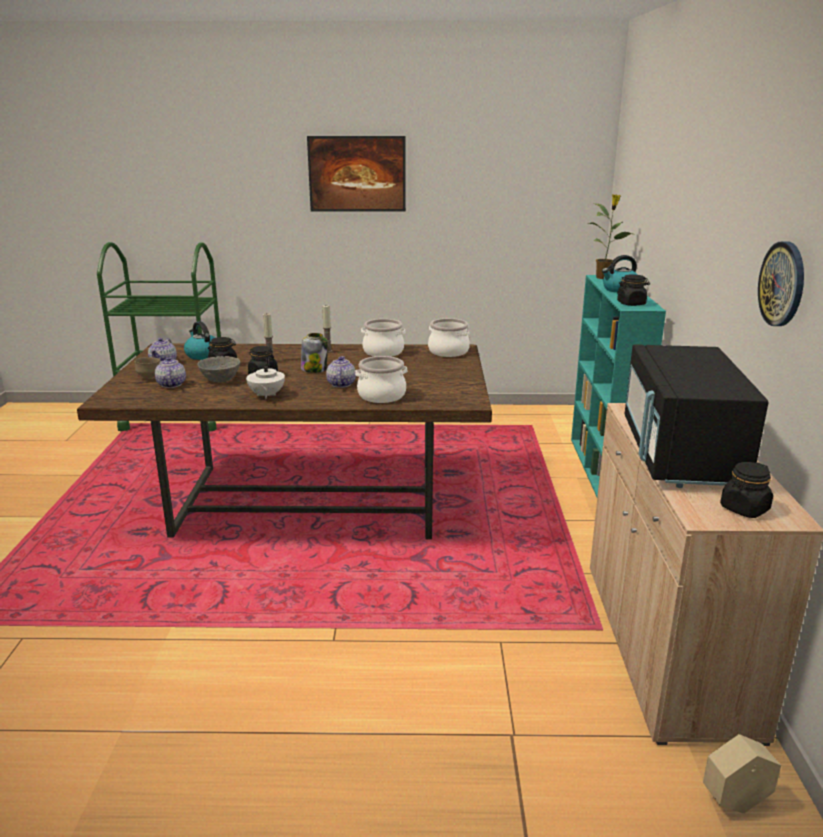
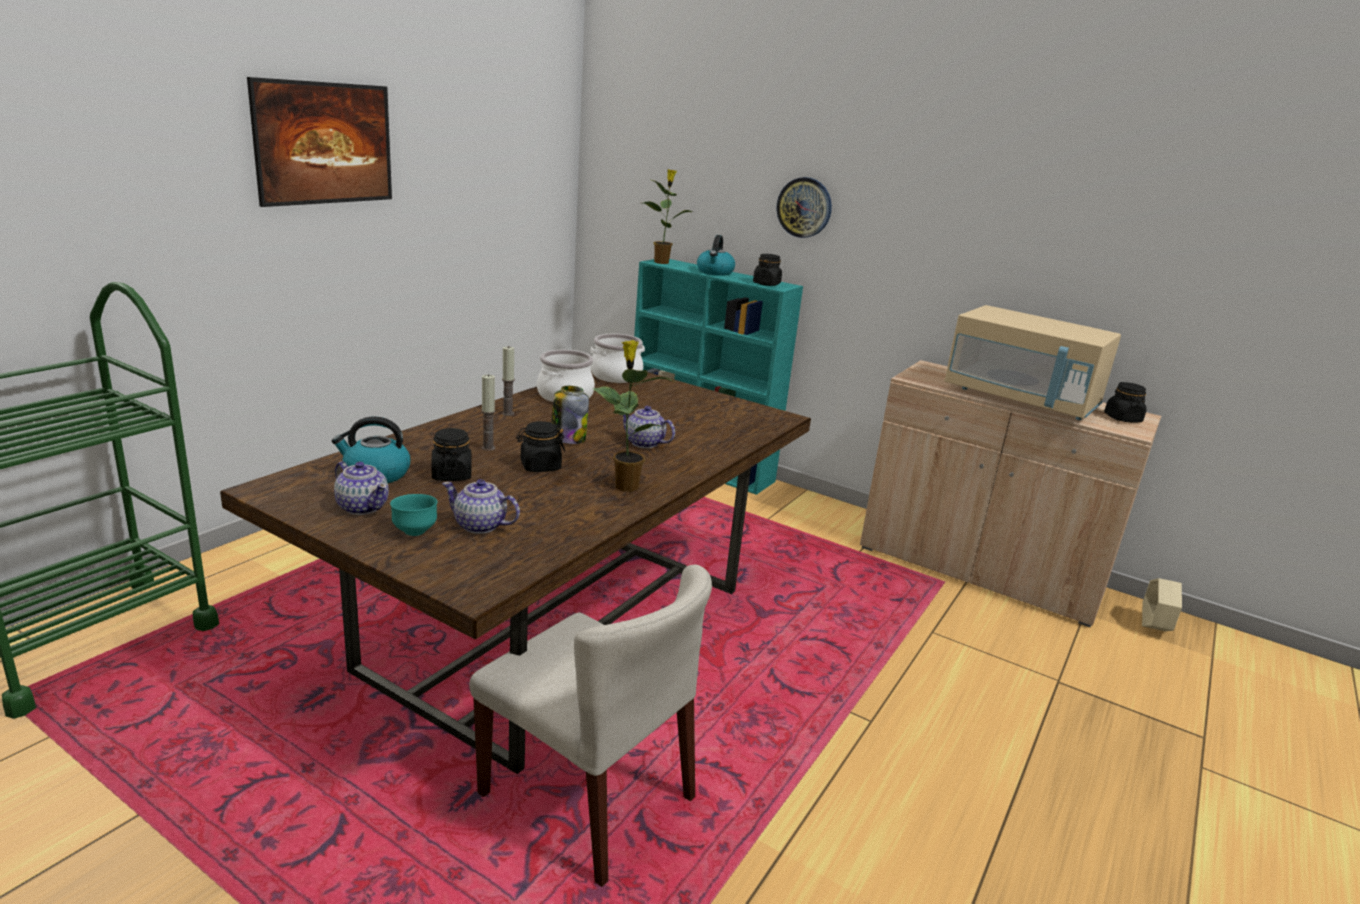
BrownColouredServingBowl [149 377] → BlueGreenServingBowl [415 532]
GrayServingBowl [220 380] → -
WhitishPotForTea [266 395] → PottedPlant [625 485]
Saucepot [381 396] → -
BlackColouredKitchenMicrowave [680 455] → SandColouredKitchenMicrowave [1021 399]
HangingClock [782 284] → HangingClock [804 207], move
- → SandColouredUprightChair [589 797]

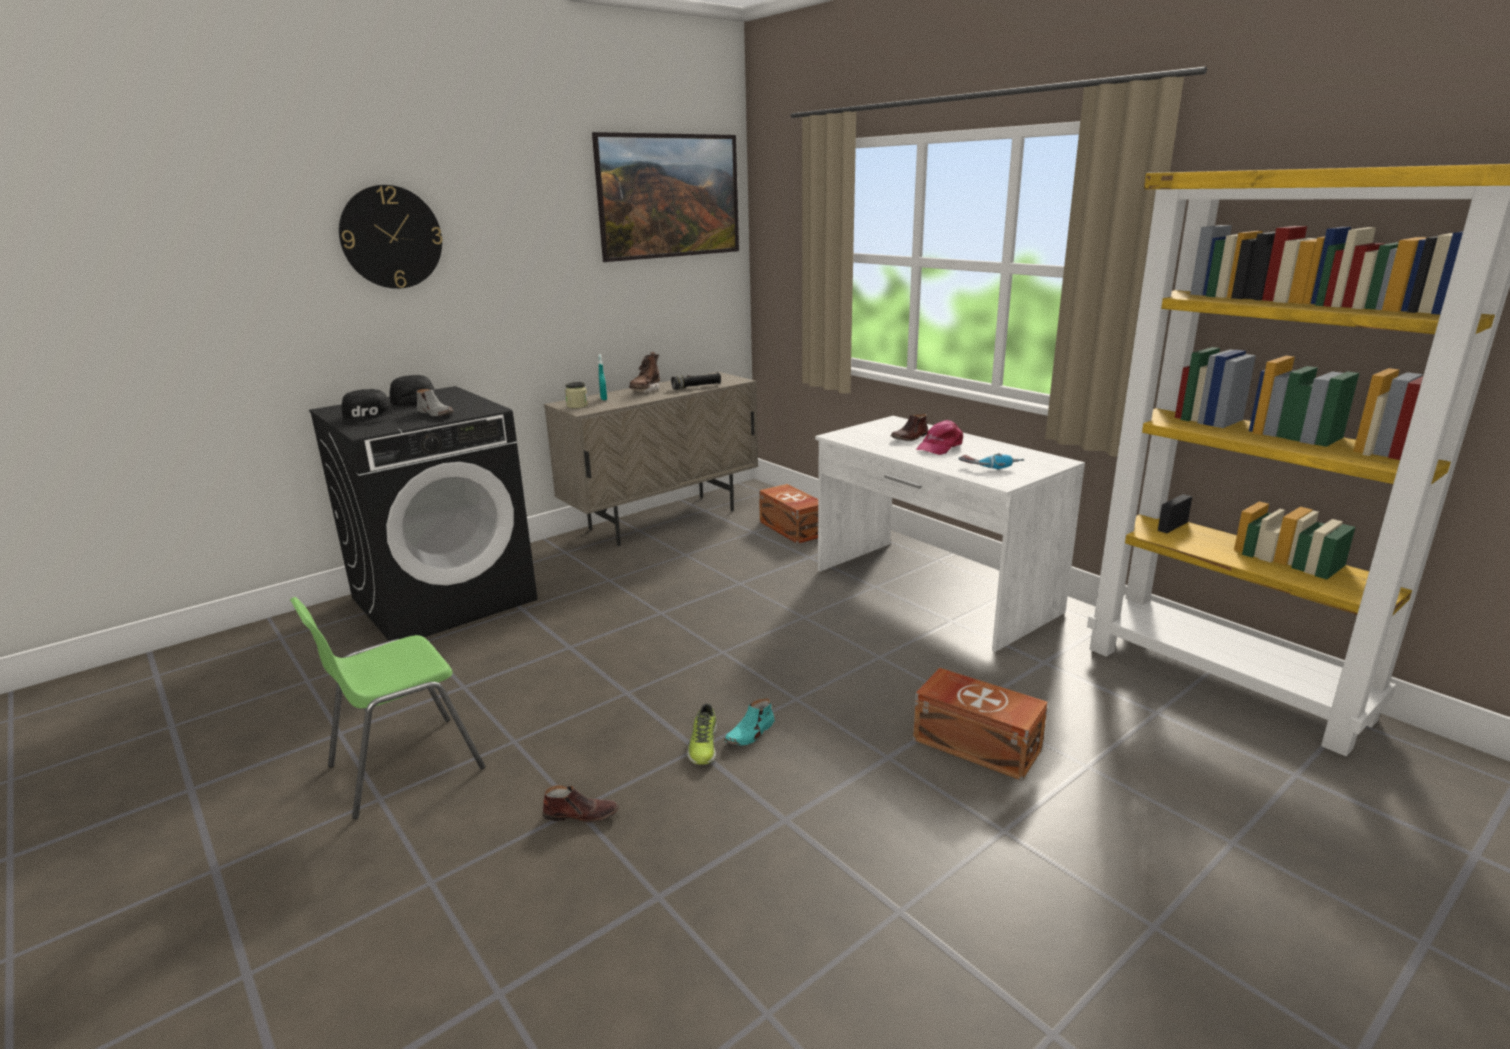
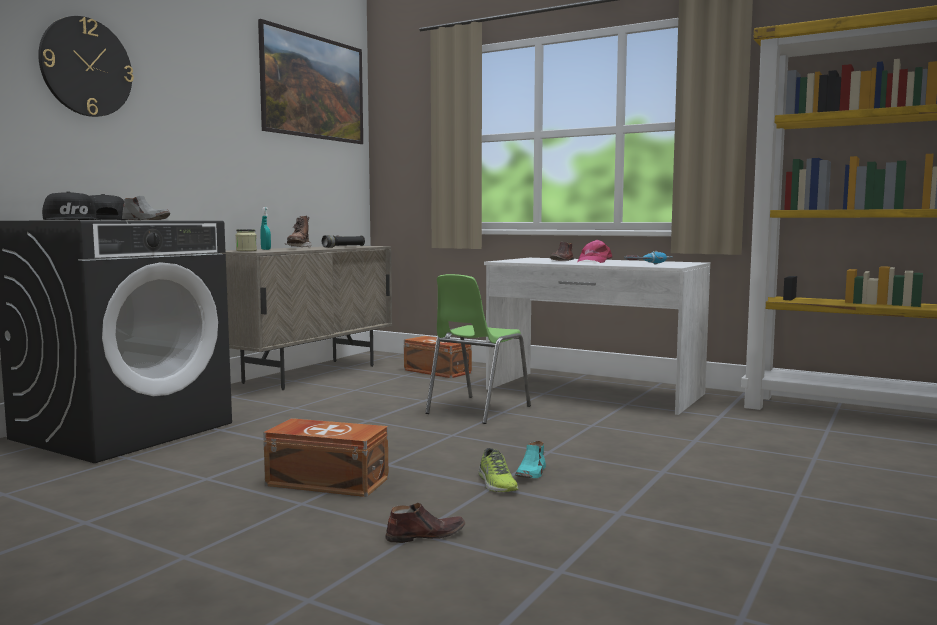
GreenishUprightChair [404 766] → GreenishUprightChair [476 410], move
BrownColouredStorageBin [975 743] → BrownColouredStorageBin [326 481], move

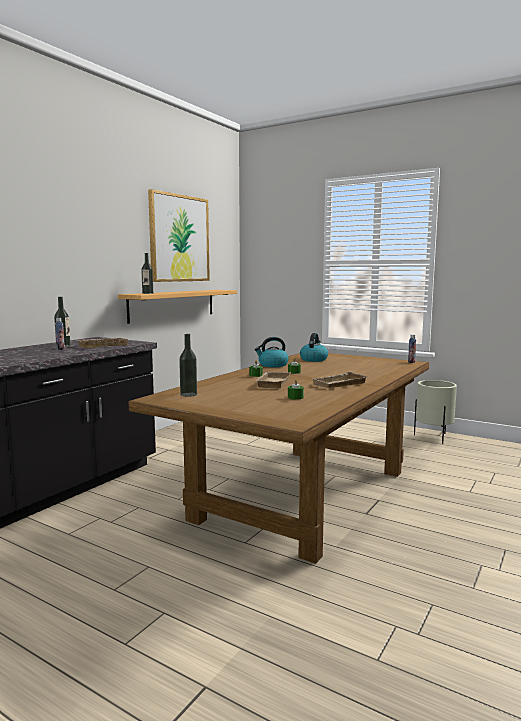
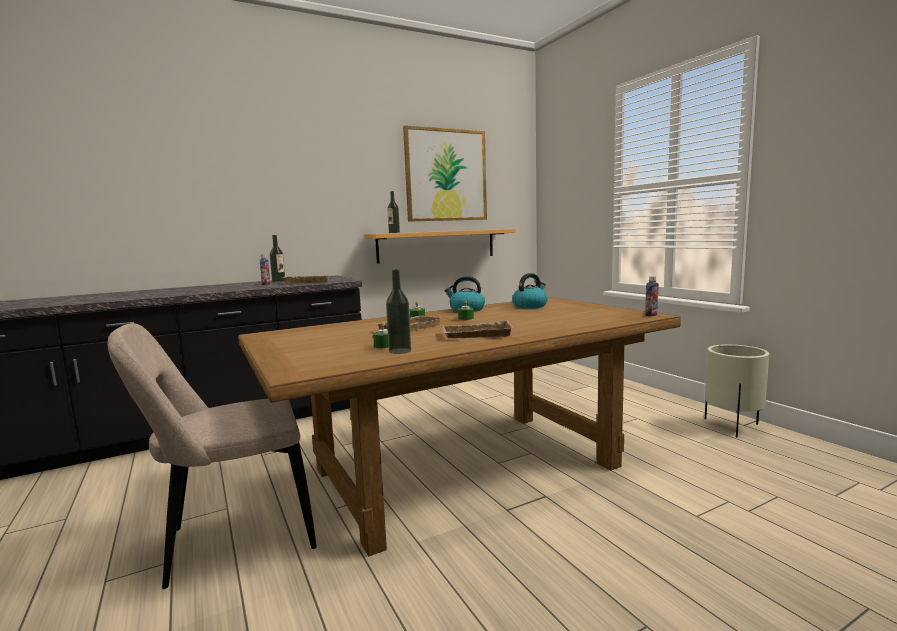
Bottle [188 394] → Bottle [400 351], move
- → SandColouredUprightChair [233 540]

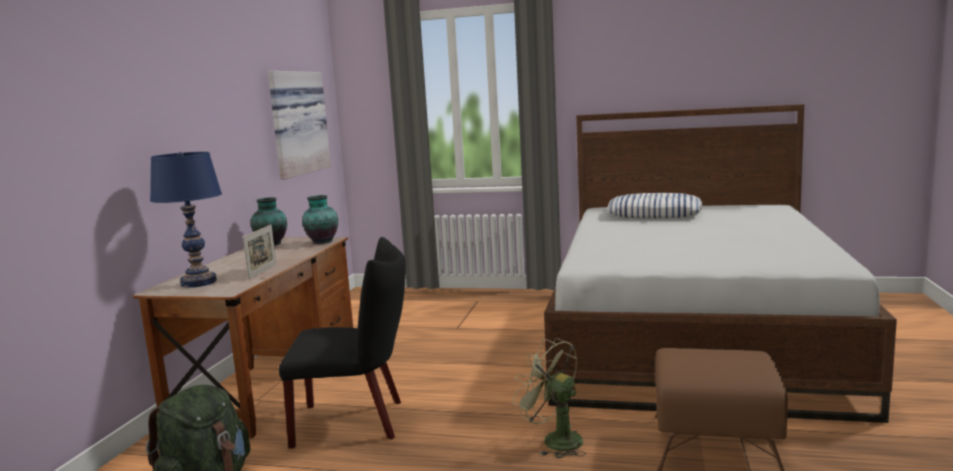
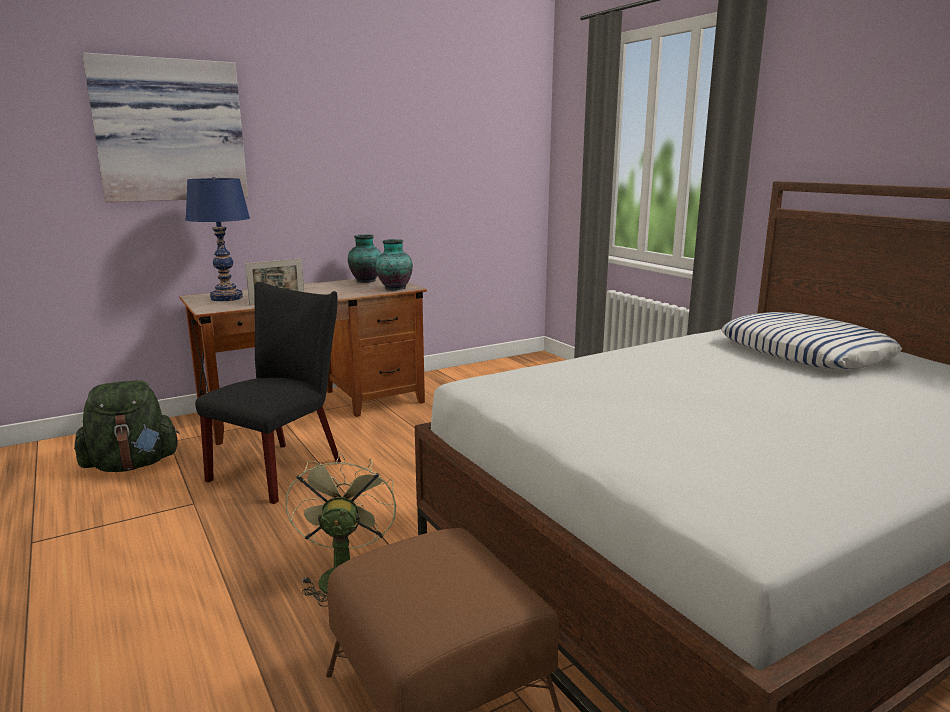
WallArt [296 123] → WallArt [170 131], move
BlackColouredUprightChair [356 422] → BlackColouredUprightChair [283 468], 105 degrees counterclockwise

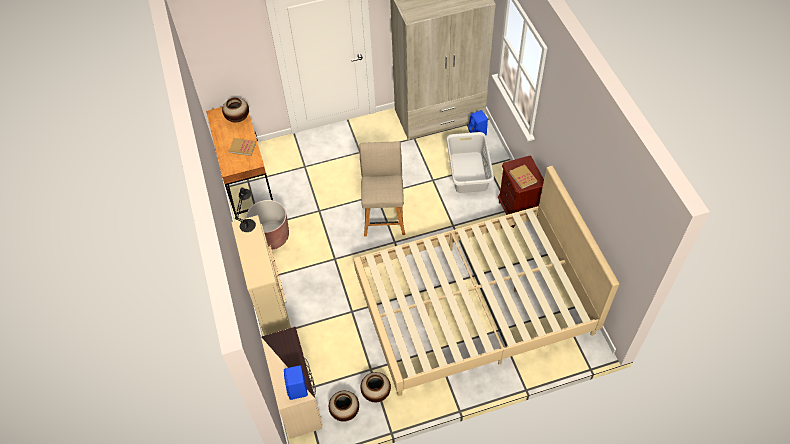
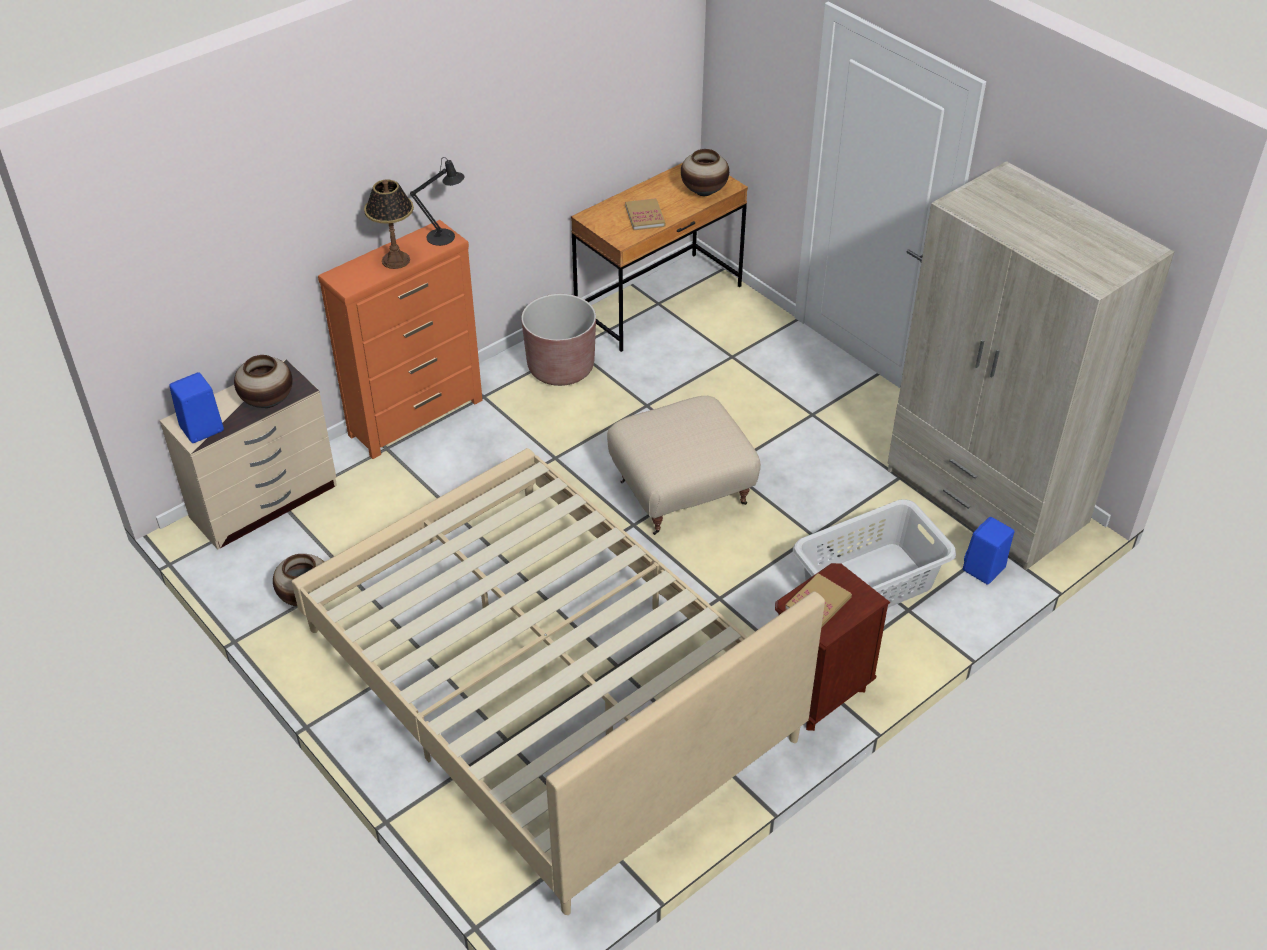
SandColouredDresser [272 310] → OrangeColouredDresser [417 417]
FlowerVase [345 411] → FlowerVase [268 401], move
SandColouredUprightChair [384 216] → SandColouredPouffe [683 492]
- → LampForATable [396 260]

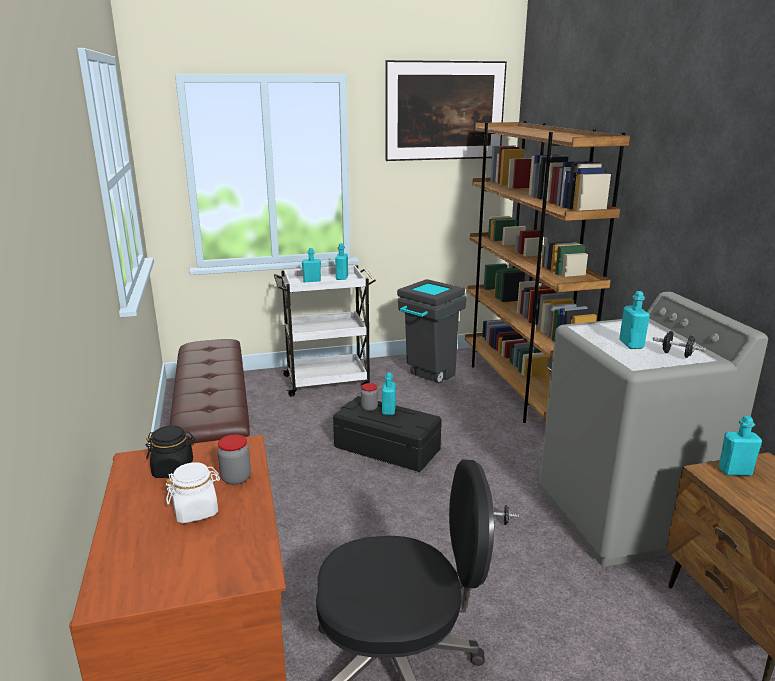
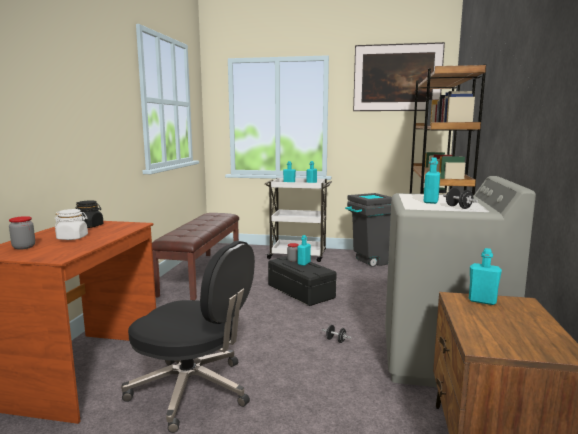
StorageJar [236 478] → StorageJar [24 247], move

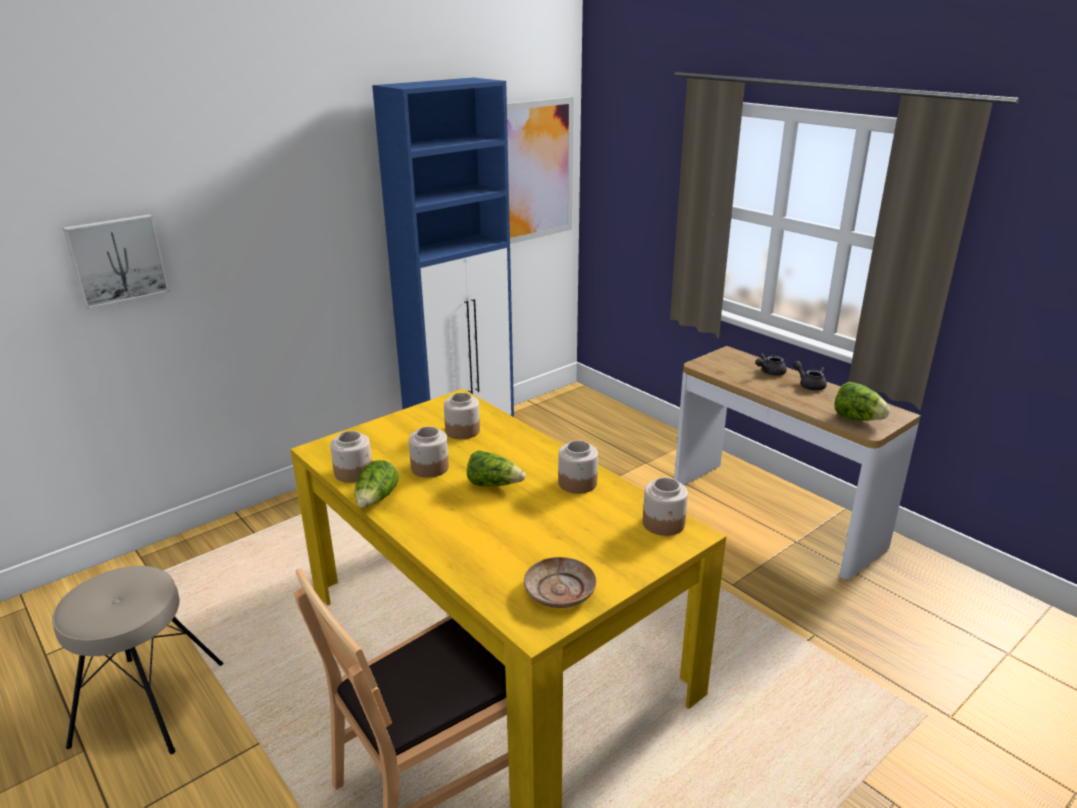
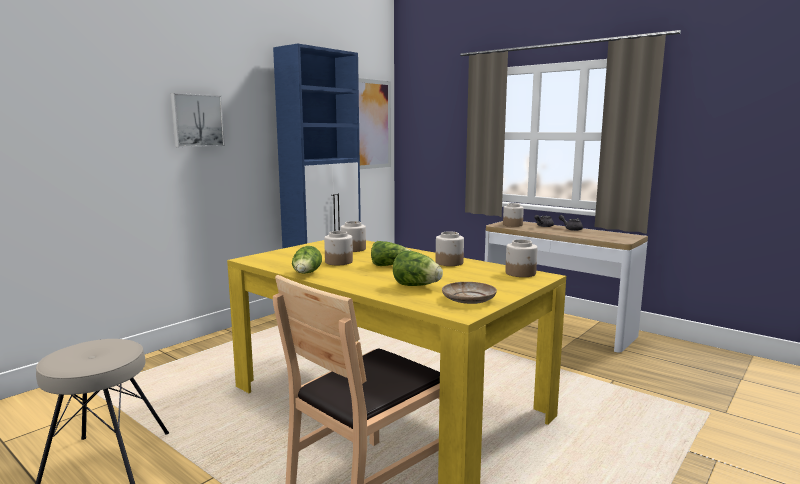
WallArt [117 260] → WallArt [197 120], move
StorageJar [354 472] → StorageJar [513 225], move
Lettuce [857 419] → Lettuce [416 286], move

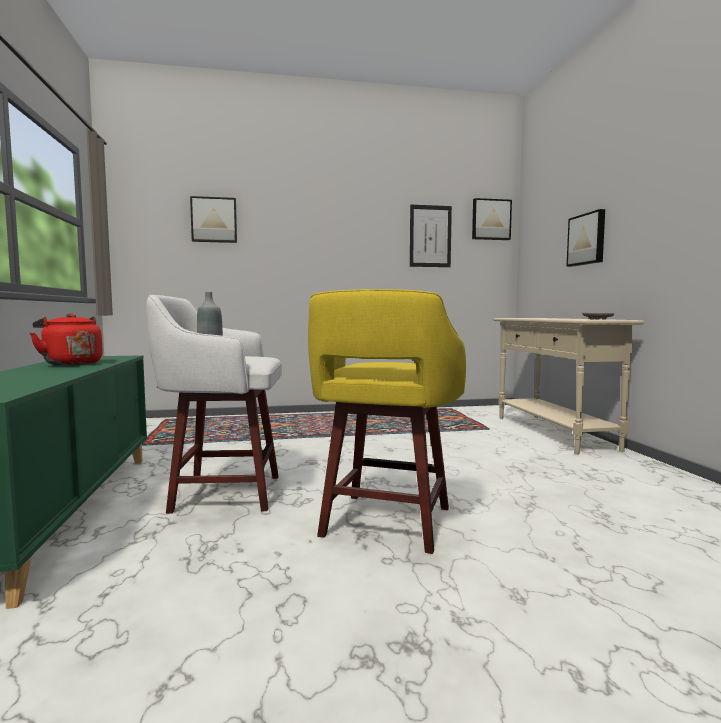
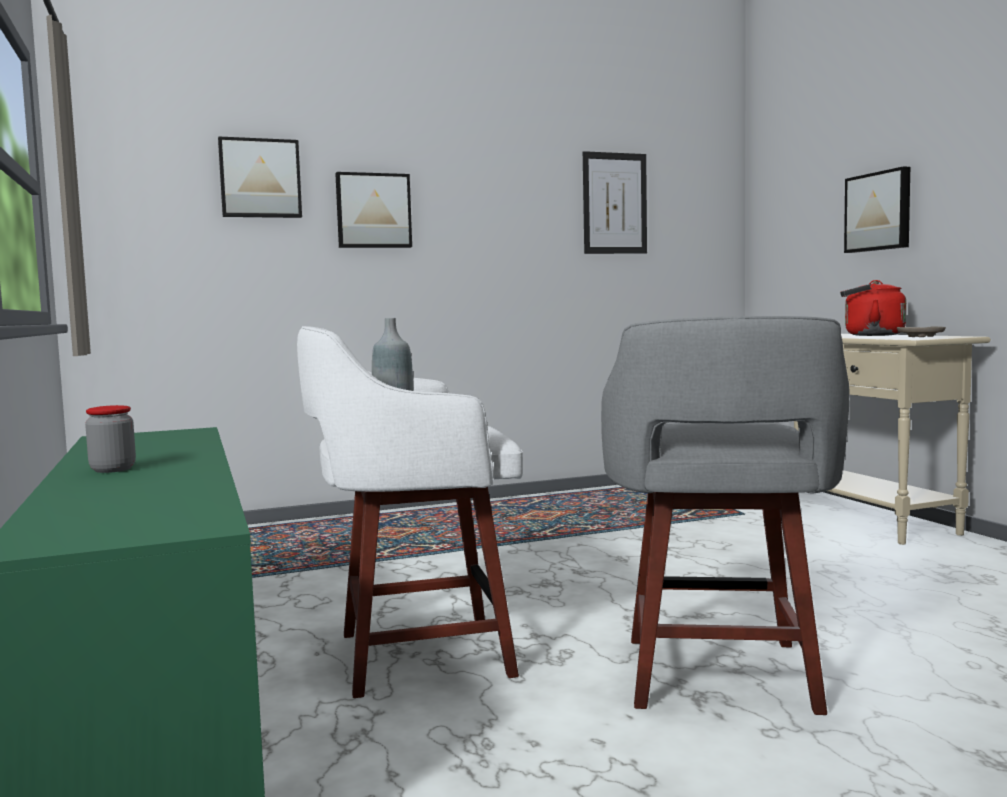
ReddishTeaKettle [71 364] → ReddishTeaKettle [870 335], move
YellowishSittingStool [385 524] → GraySittingStool [719 677]
WallArt [491 219] → WallArt [373 211], move
- → StorageJar [113 469]

